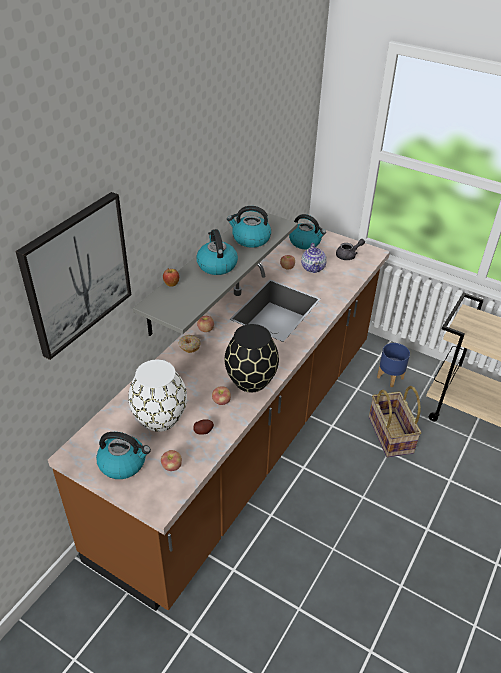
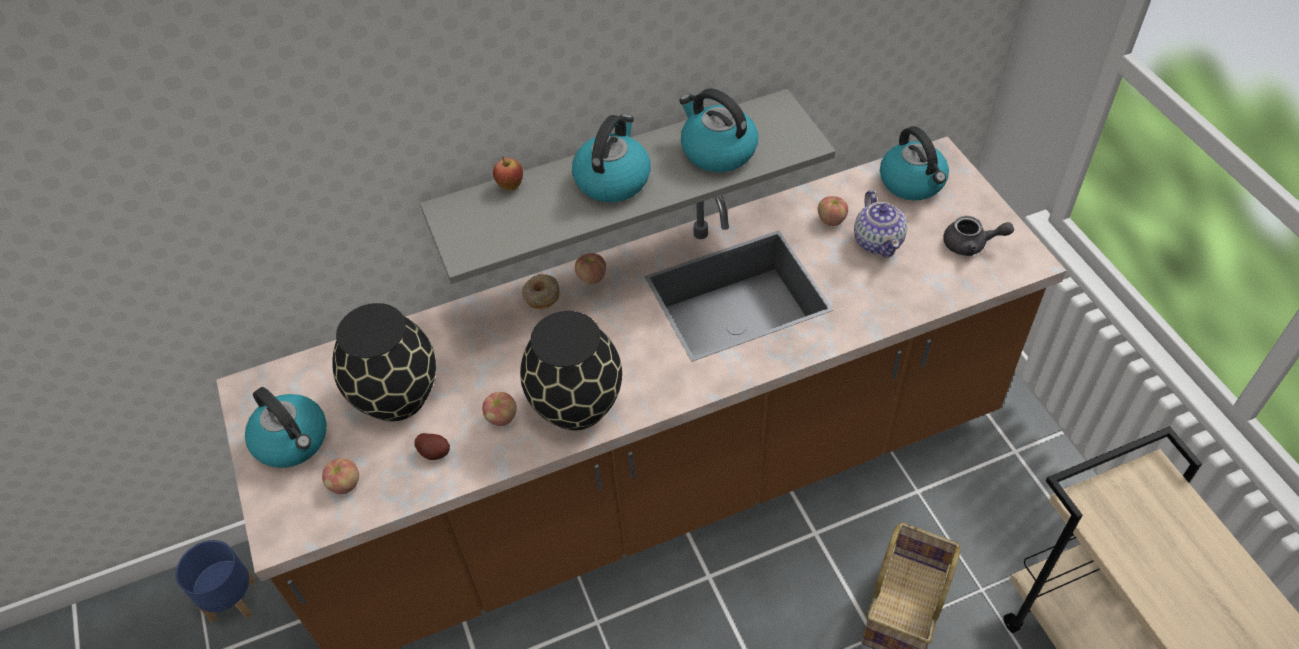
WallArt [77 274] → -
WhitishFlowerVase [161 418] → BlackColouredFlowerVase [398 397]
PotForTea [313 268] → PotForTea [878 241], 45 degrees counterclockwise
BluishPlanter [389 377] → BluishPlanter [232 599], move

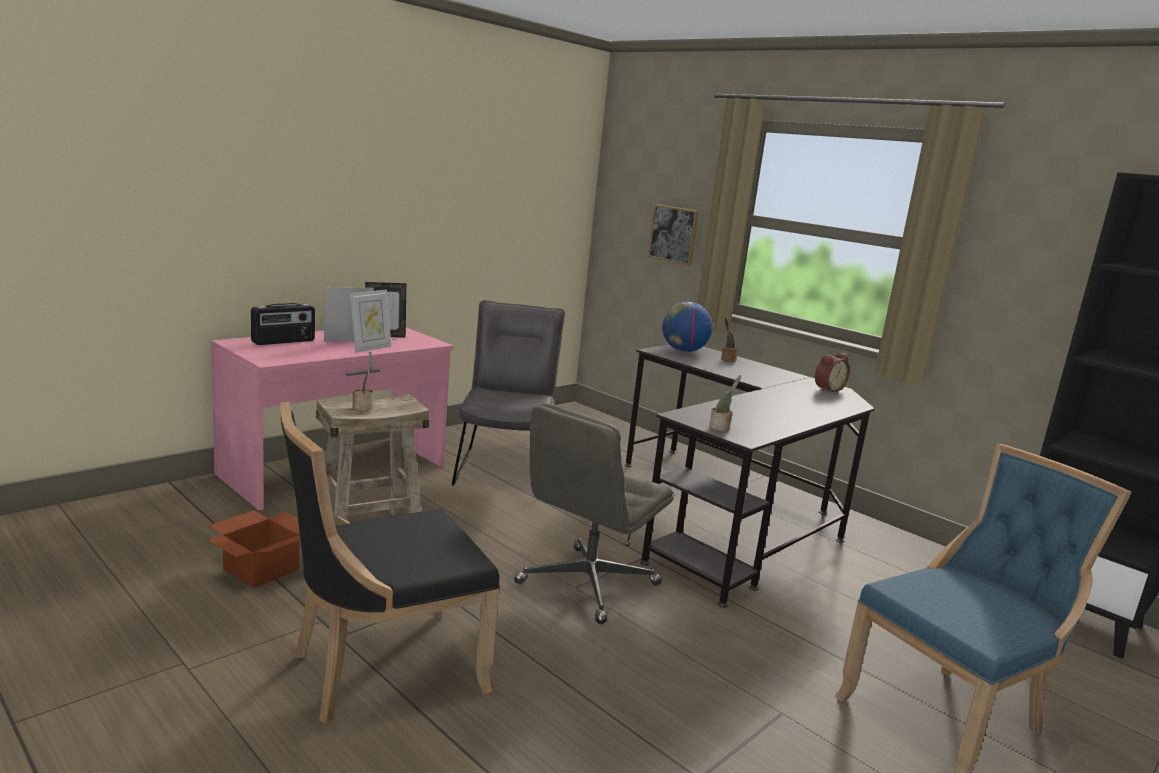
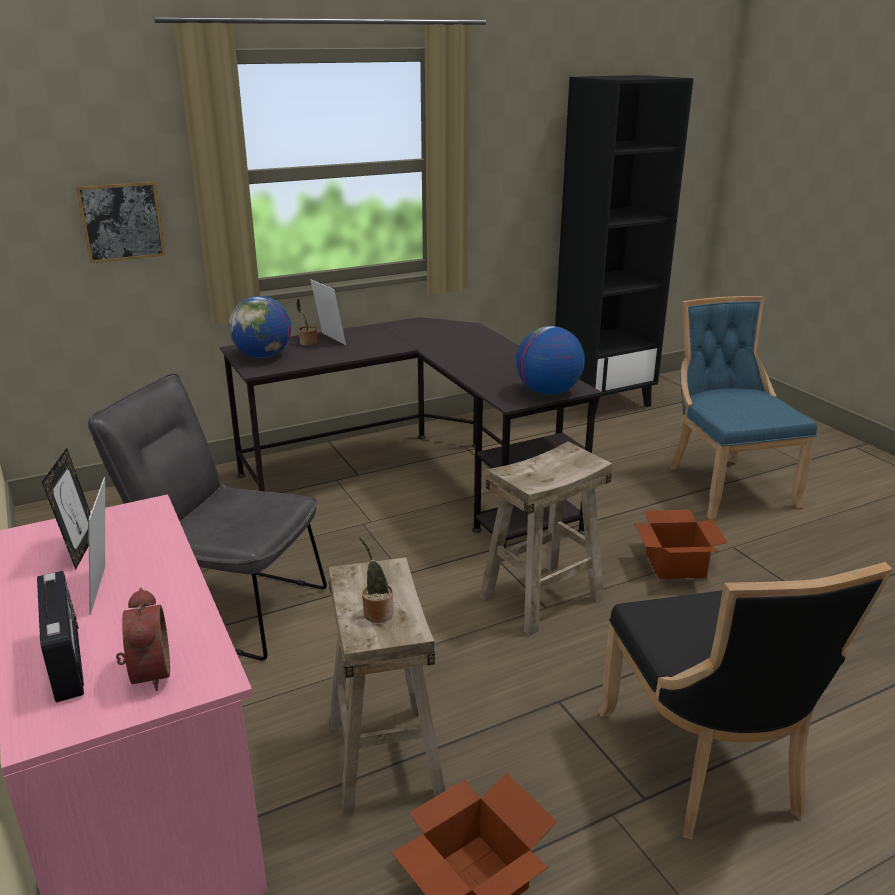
StandingFrame [370 348] → StandingFrame [329 339], move
GrayOfficeChair [587 585] → SandColouredSittingStool [542 598]
PottedPlant [720 428] → WorldGlobe [547 392]
TableClock [827 389] → TableClock [147 673], move
- → Carton [676 564]

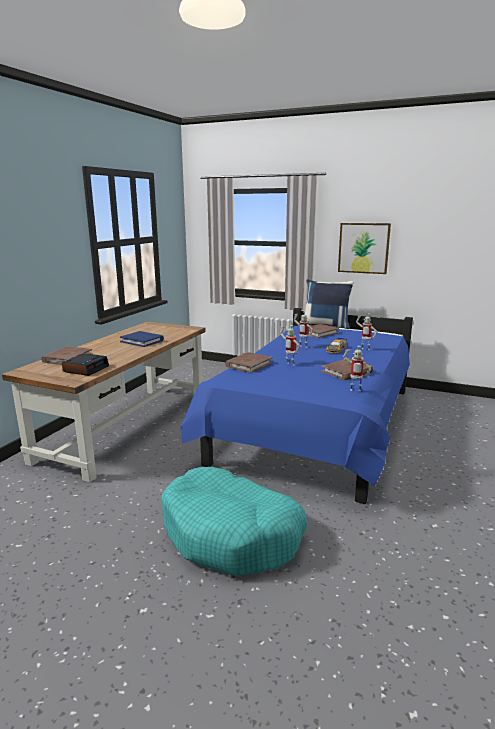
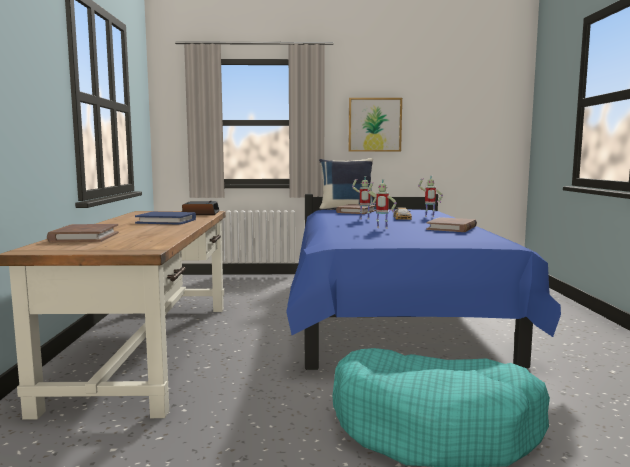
TableClock [86 369] → TableClock [200 213], move
BrownColouredBoundBook [249 364] → -
RobotFigure [355 391] → -

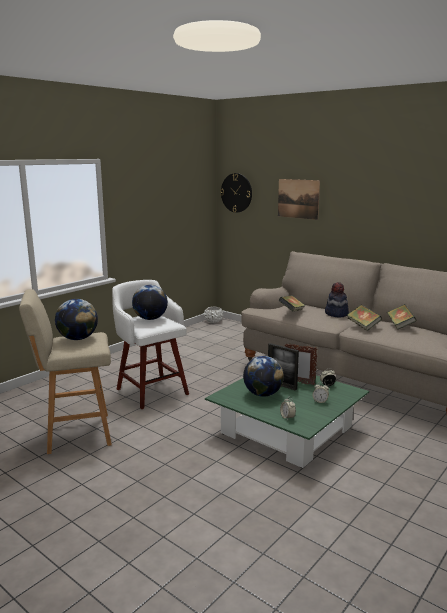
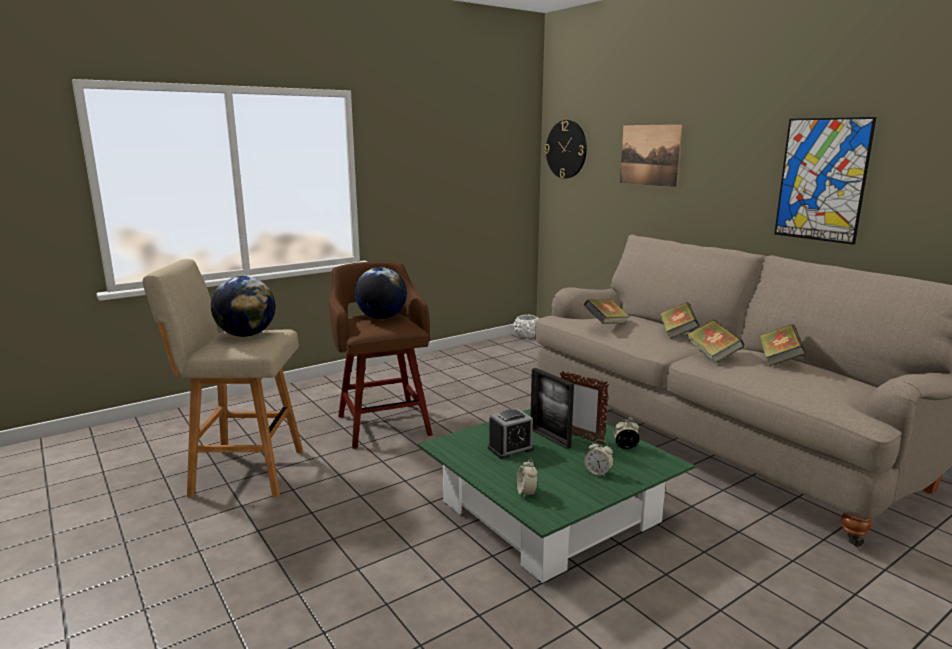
WhitishSittingStool [151 390] → BrownColouredSittingStool [383 423]
WorldGlobe [263 394] → TableClock [510 449]
ClothingHat [336 314] → BoundBook [677 333]
- → WallArt [822 180]

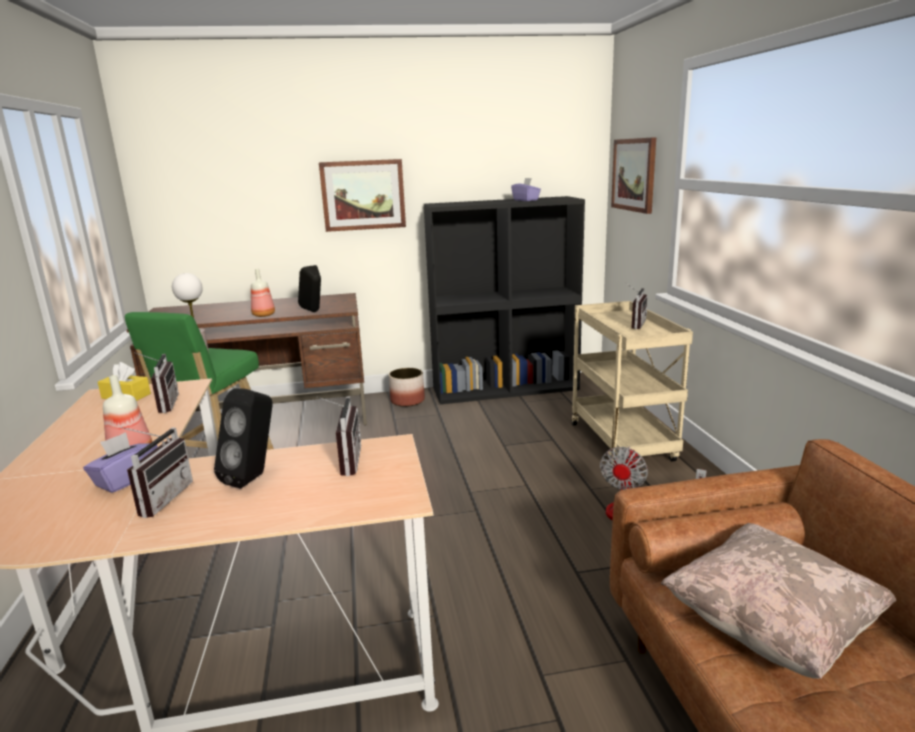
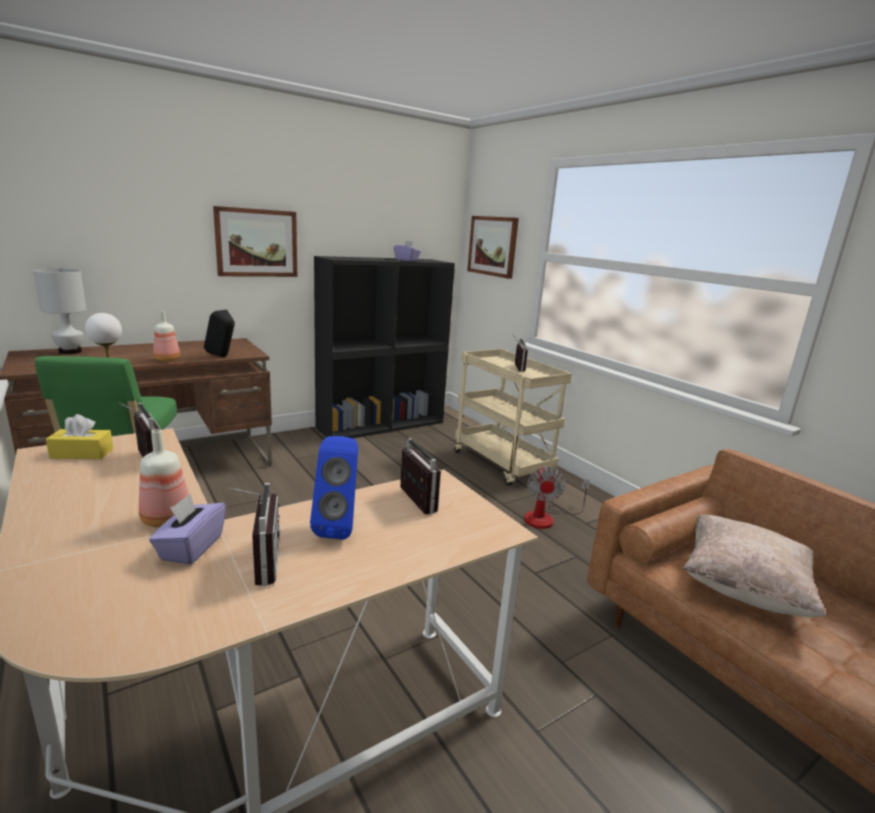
BlackColouredLoudspeaker [254 477] → BluishLoudspeaker [339 527]
Planter [407 401] → -
- → WhitishLampForATable [69 352]

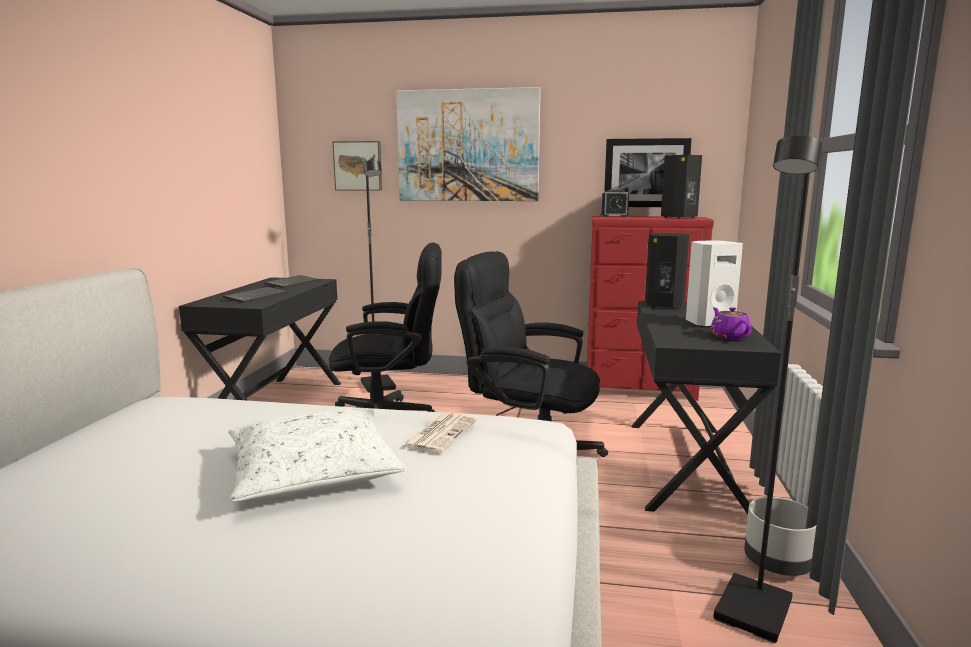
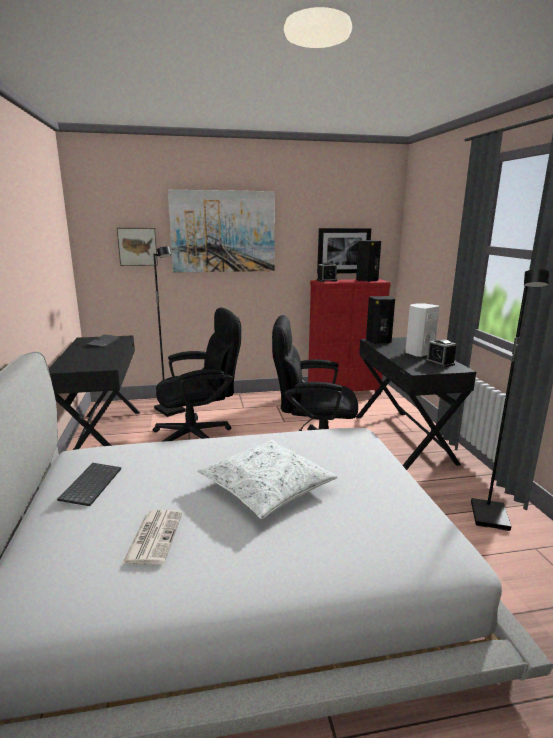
PcKeyboard [256 296] → PcKeyboard [90 484], move
PrintedPaper [440 434] → PrintedPaper [154 536], move
PurplePotForTea [729 336] → TableClock [440 363]
GrayPlanter [778 565] → -

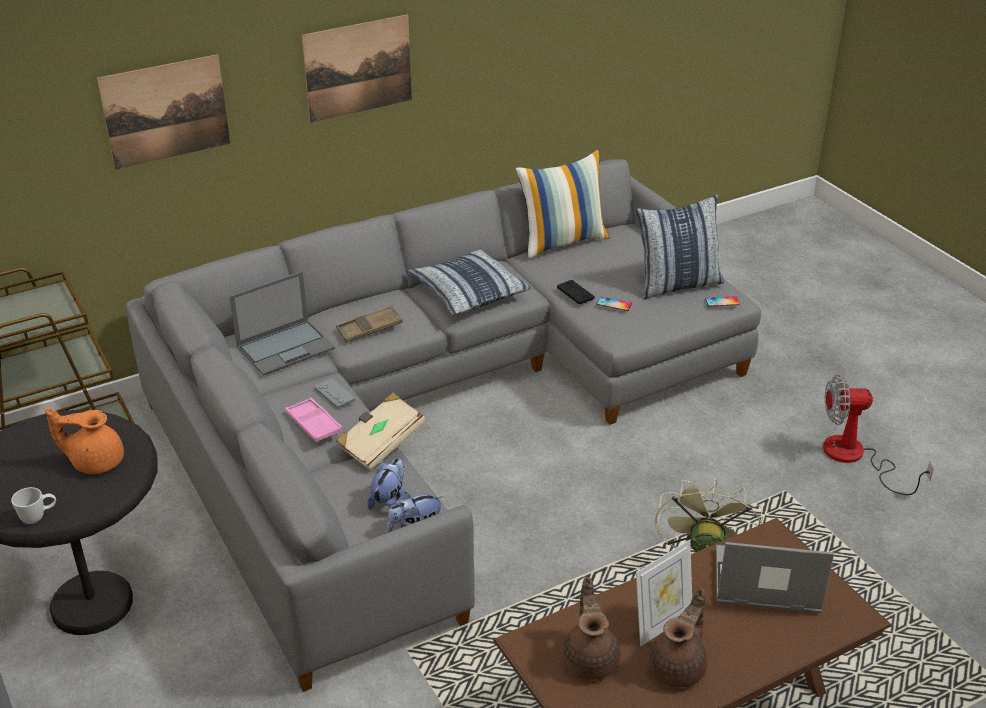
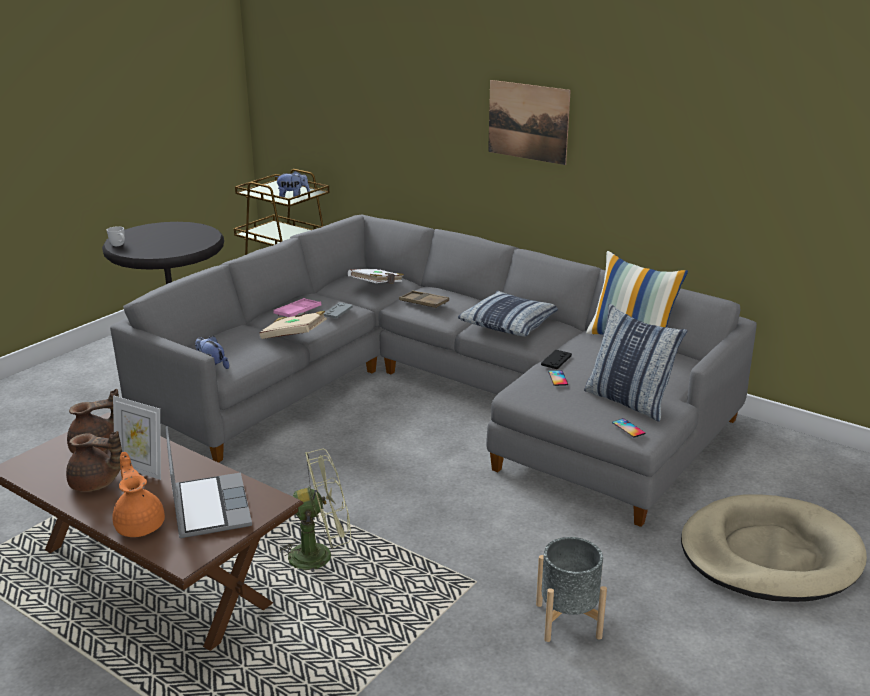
OrangeColouredPotForTea [95 461] → OrangeColouredPotForTea [140 524], move
WallArt [166 111] → -
Laptop [286 347] → WhitishBoundBook [377 286]
SoftToy [389 501] → SoftToy [293 196], move
ElectricFan [855 458] → GrayPlanter [568 620]
- → SandColouredDogBed [769 554]

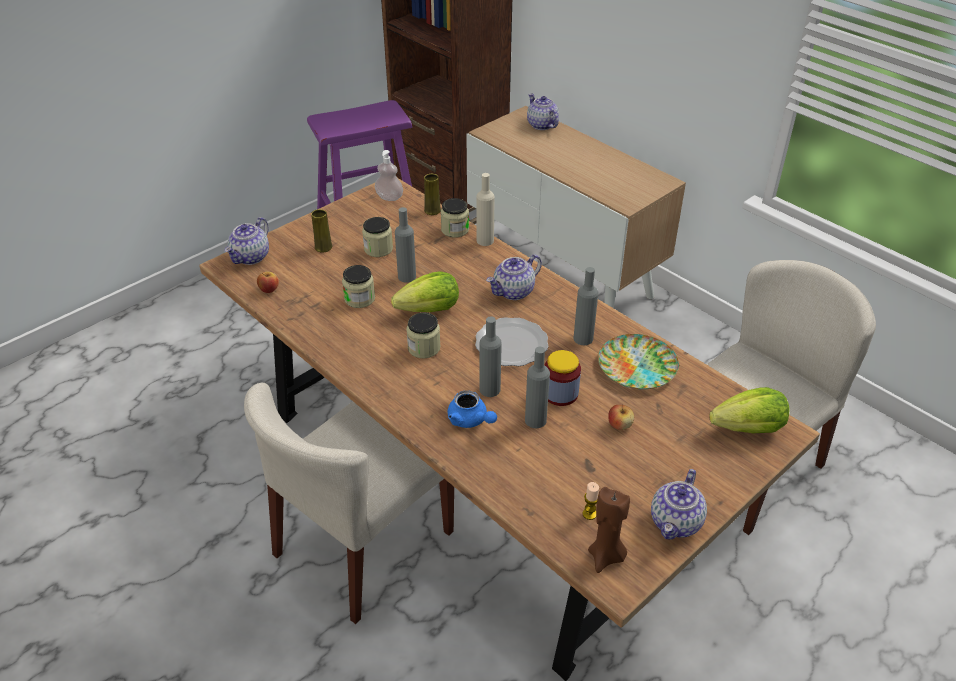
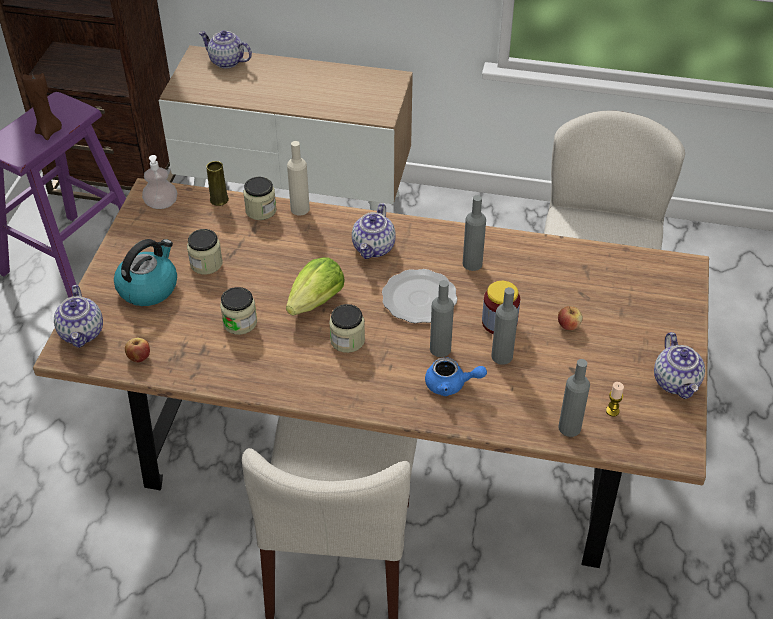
YellowishFlowerVase [323 247] → TeaKettle [148 287]
GrayBottle [407 276] → GrayBottle [569 427], move
BrownColouredCandle [606 557] → BrownColouredCandle [49 132], move
DinnerPlate [638 366] → -
Lettuce [749 429] → -

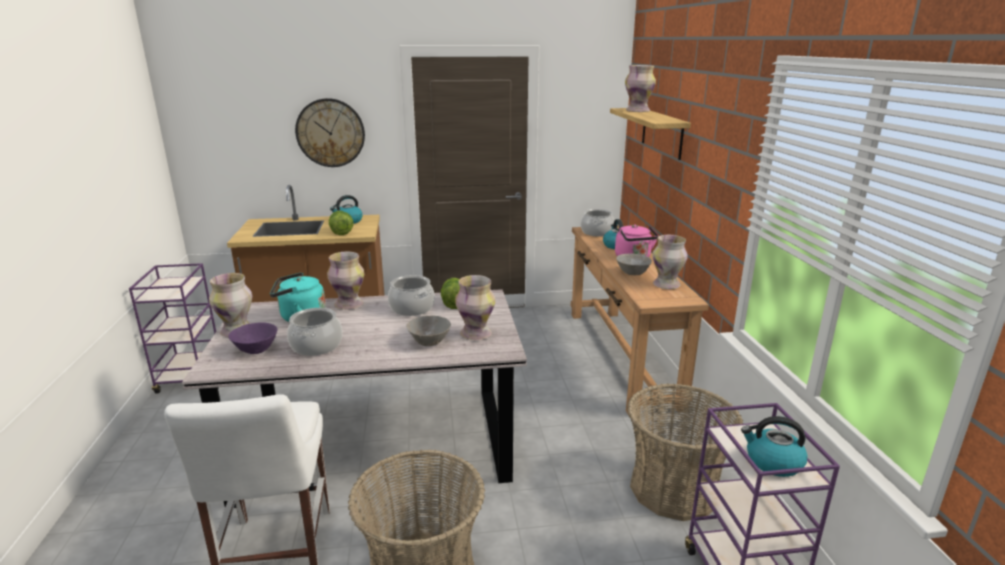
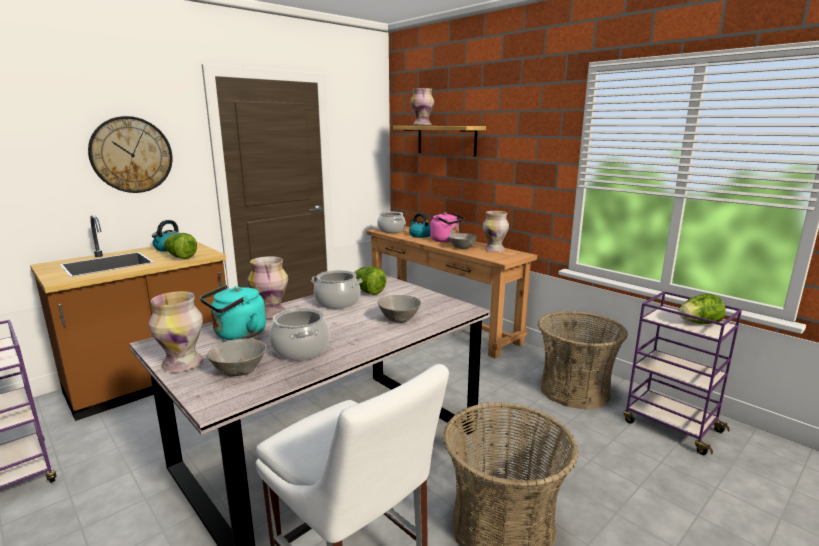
PurpleServingBowl [256 350] → GrayServingBowl [240 371]
FlowerVase [476 334] → -
TeaKettle [772 462] → Lettuce [698 323]

